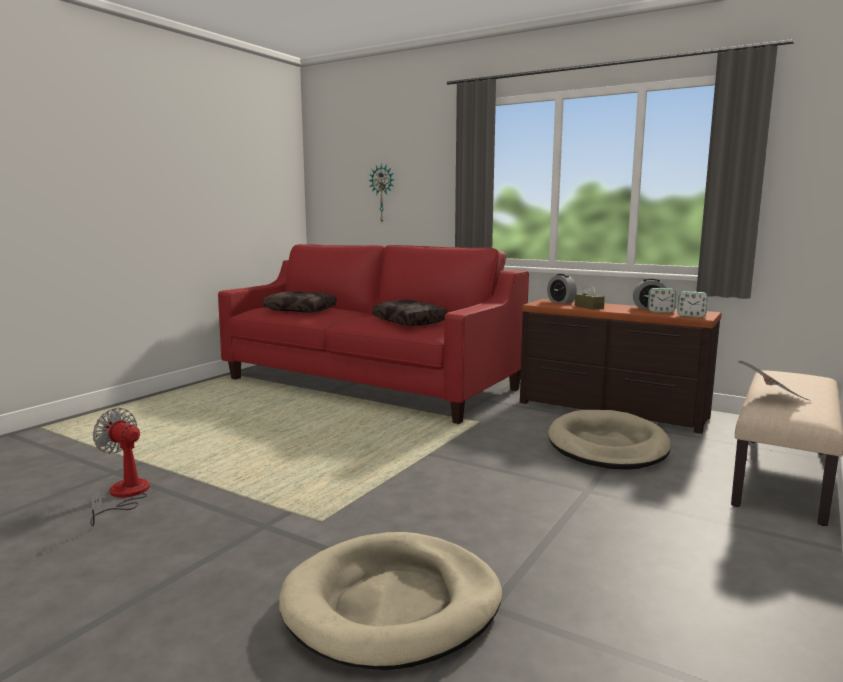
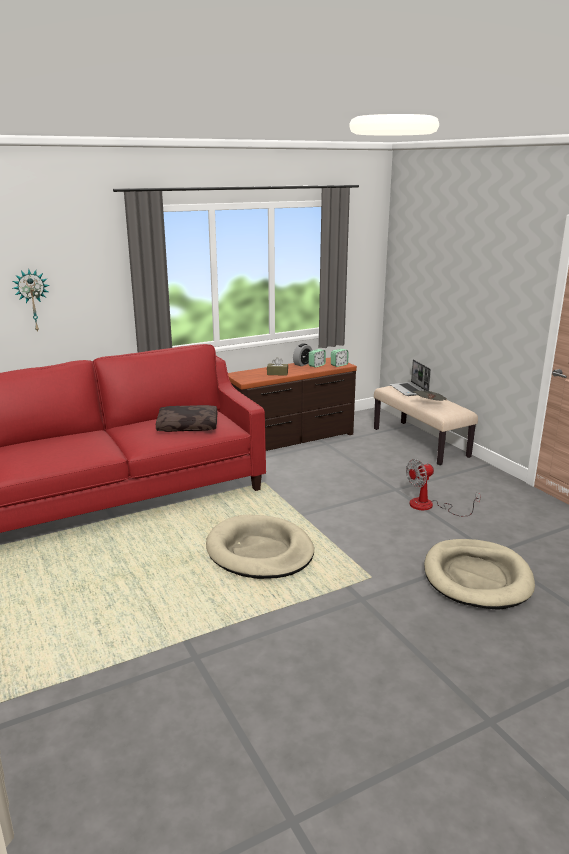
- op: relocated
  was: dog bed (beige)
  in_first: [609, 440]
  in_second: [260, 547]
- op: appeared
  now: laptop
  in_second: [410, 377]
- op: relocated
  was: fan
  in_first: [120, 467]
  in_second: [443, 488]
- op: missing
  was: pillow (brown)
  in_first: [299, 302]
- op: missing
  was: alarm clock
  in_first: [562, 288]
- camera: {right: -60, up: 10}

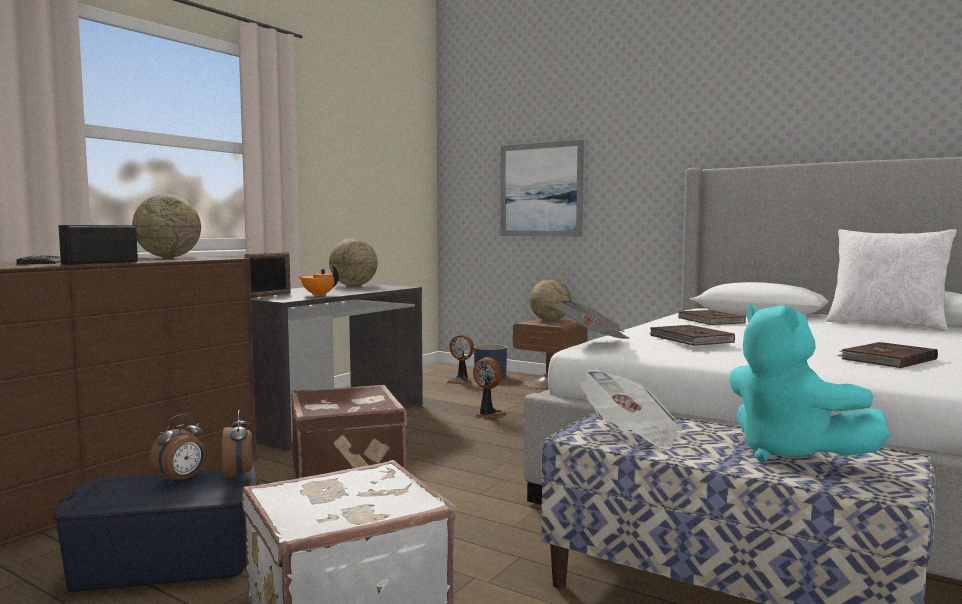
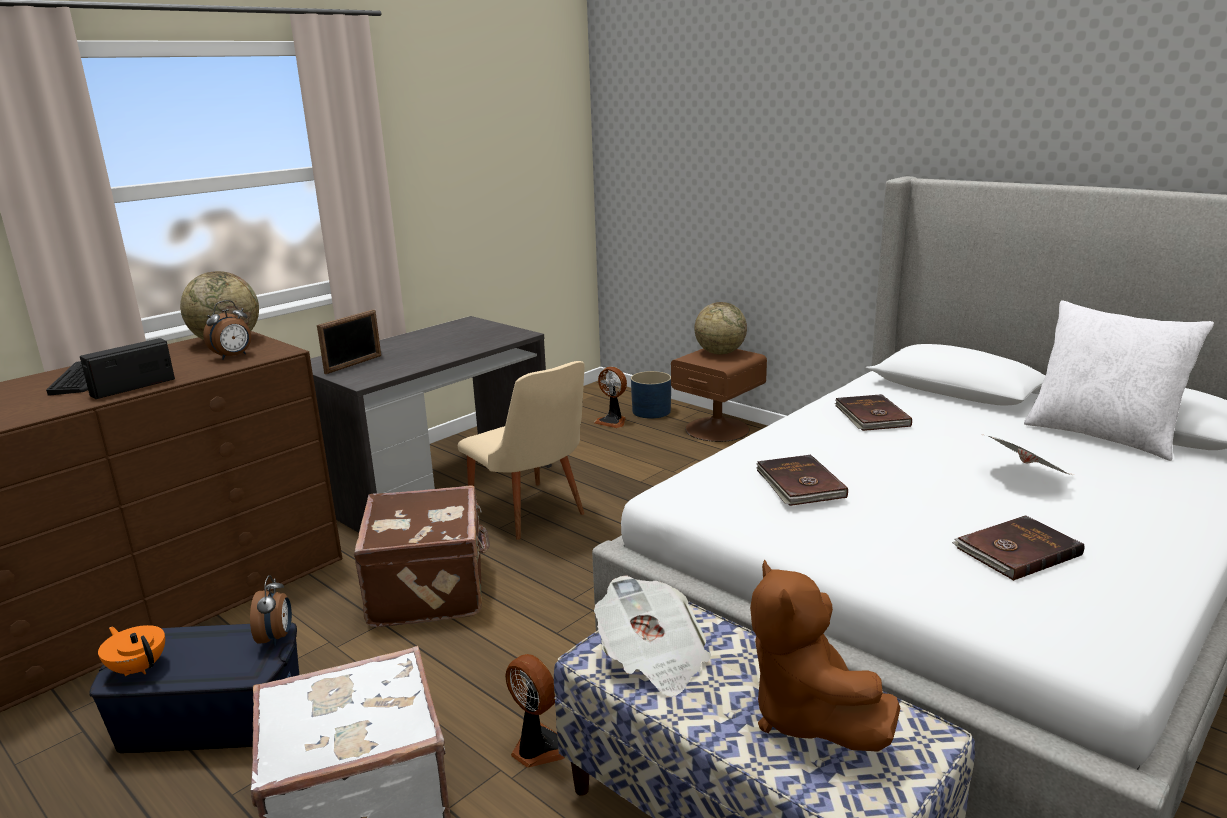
- op: relocated
  was: teapot (orange)
  in_first: [318, 280]
  in_second: [131, 650]
- op: relocated
  was: alarm clock
  in_first: [177, 449]
  in_second: [227, 330]
- op: appeared
  now: chair (beige)
  in_second: [521, 450]
- op: relocated
  was: fan
  in_first: [490, 387]
  in_second: [535, 711]
- op: colour
  was: plush toy (turquoise)
  now: plush toy (brown)
  in_first: [809, 383]
  in_second: [825, 655]
- op: relocated
  was: newspaper
  in_first: [591, 319]
  in_second: [1027, 454]
- op: missing
  was: globe
  in_first: [353, 262]
- op: missing
  was: picture
  in_first: [542, 188]
- camera: {right: 10, up: 15}

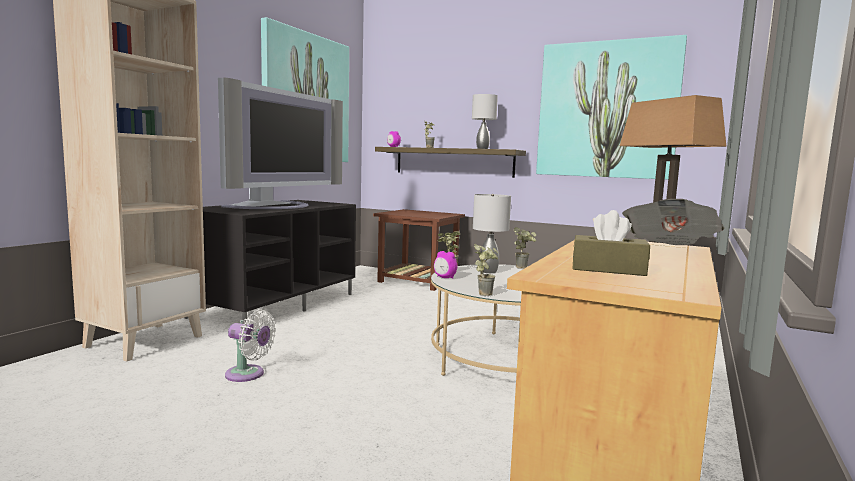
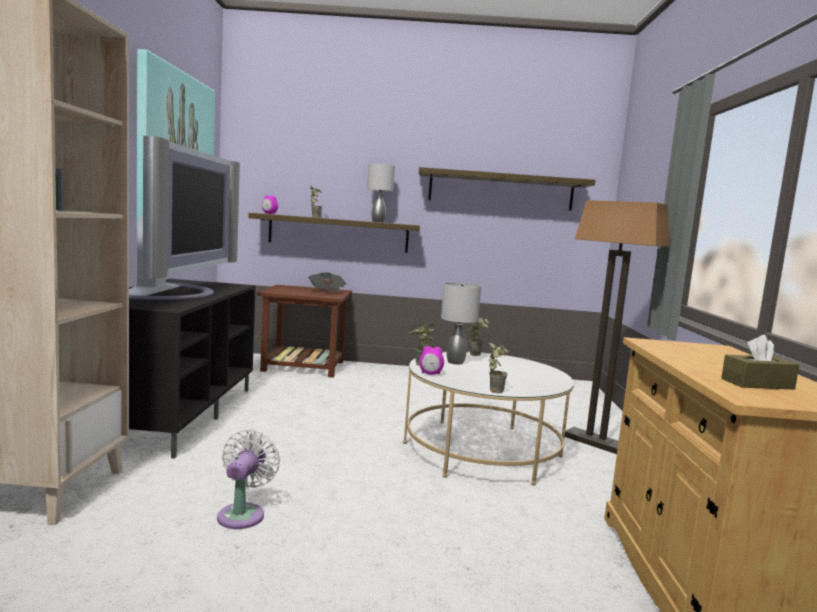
- op: spun
  was: fan (white)
  in_first: [250, 345]
  in_second: [248, 479]
  clockwise: -75
- op: relocated
  was: newspaper
  in_first: [673, 222]
  in_second: [327, 282]
- op: exchanged
  was: picture
  now: shelf
  in_first: [611, 107]
  in_second: [507, 189]
- camera: {right: -25, up: 0}

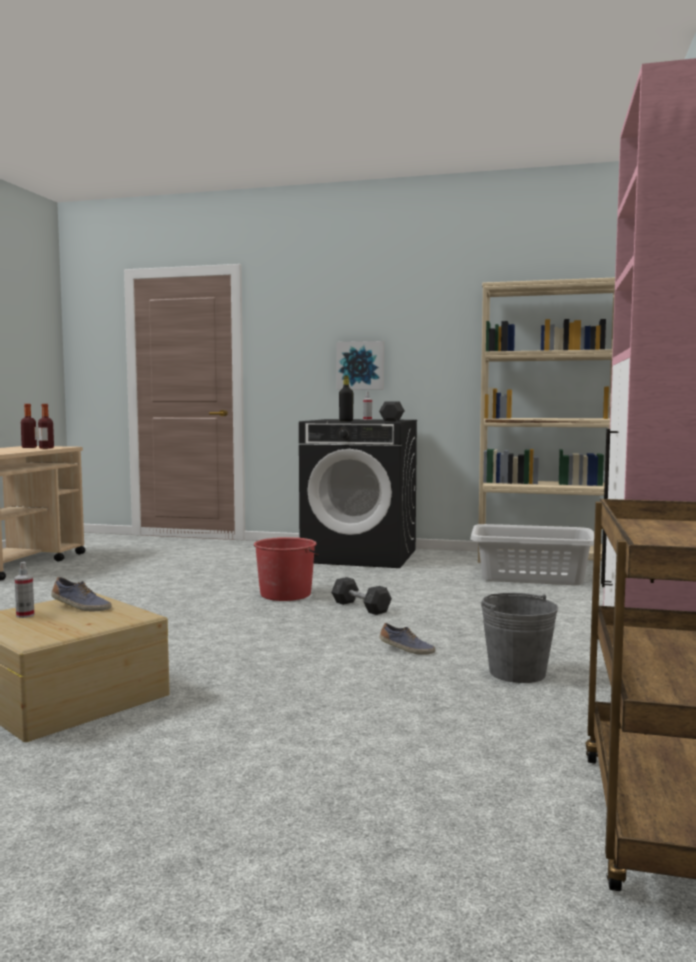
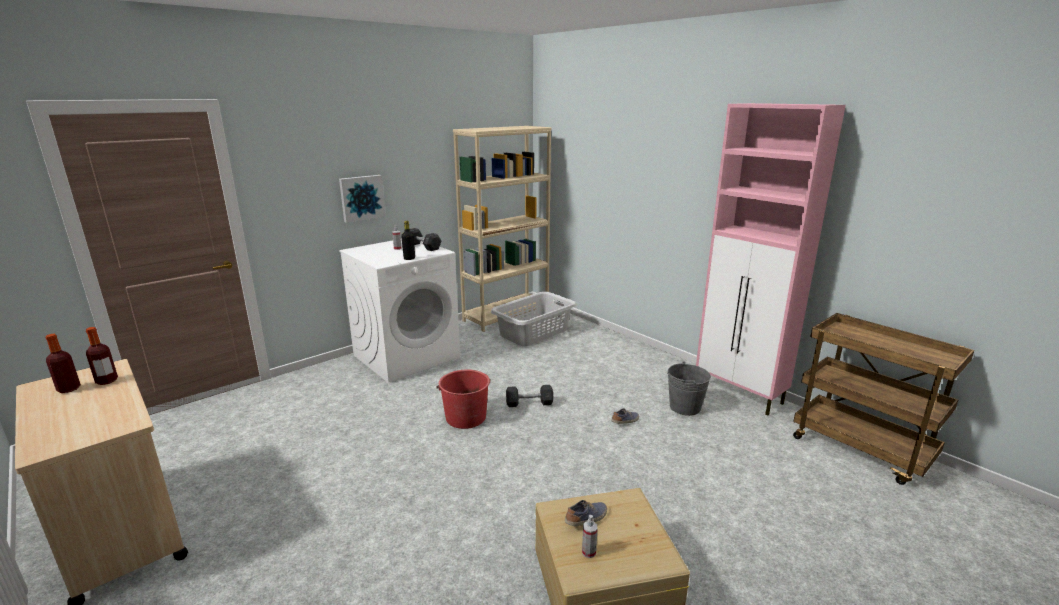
- op: colour
  was: washing machine (black)
  now: washing machine (white)
  in_first: [358, 493]
  in_second: [399, 311]
- camera: {right: -55, up: 15}

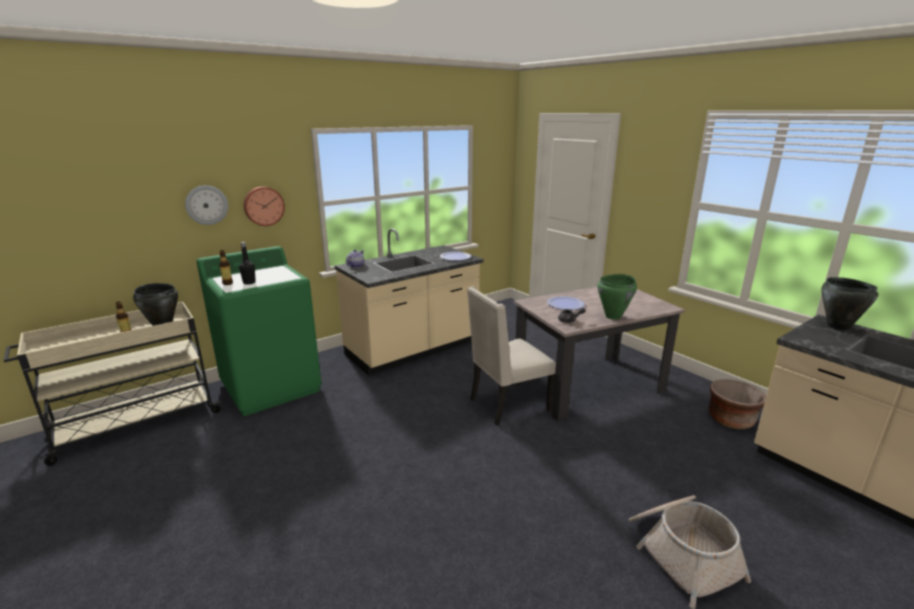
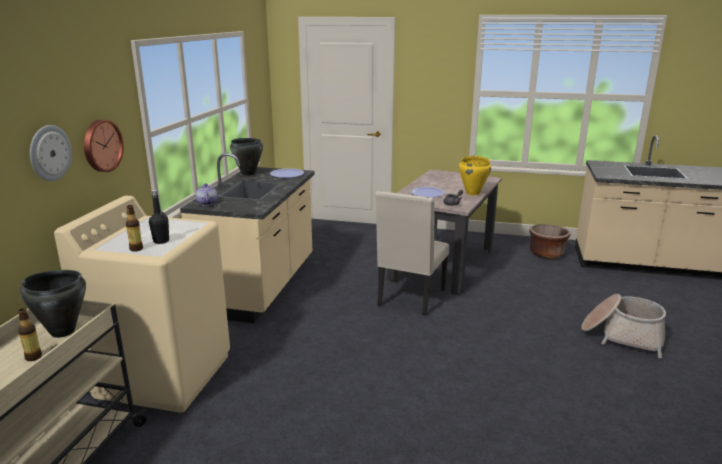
- op: colour
  was: washing machine (green)
  now: washing machine (beige)
  in_first: [258, 331]
  in_second: [142, 304]
- op: relocated
  was: cooking pot (black)
  in_first: [849, 304]
  in_second: [246, 157]
- op: colour
  was: cooking pot (green)
  now: cooking pot (yellow)
  in_first: [617, 297]
  in_second: [475, 175]
- camera: {right: -40, up: 0}

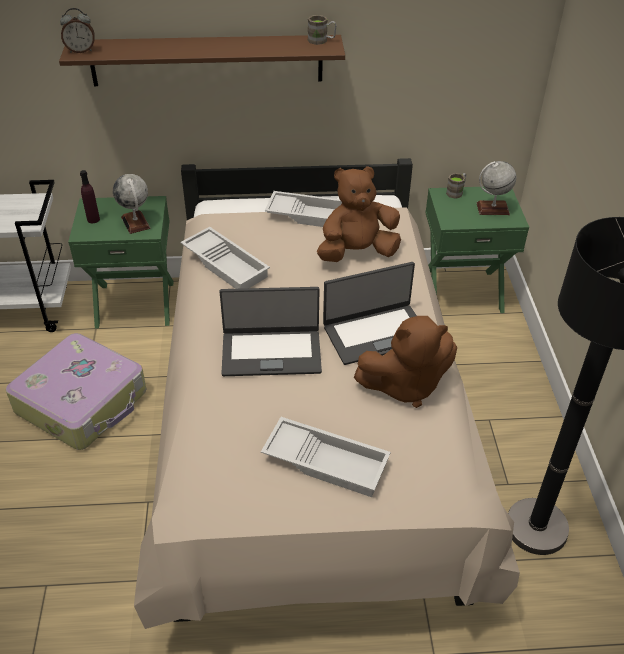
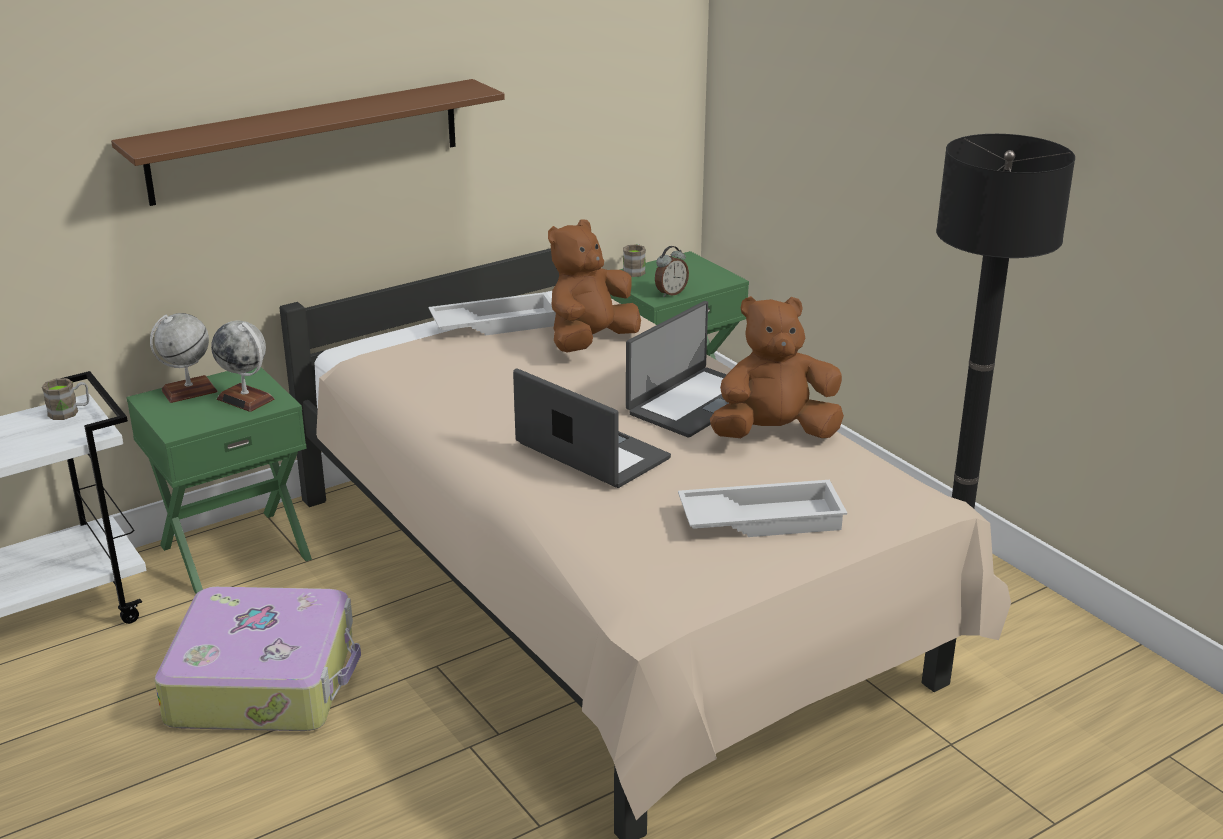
- op: relocated
  was: mug (brown)
  in_first: [322, 30]
  in_second: [65, 399]
- op: relocated
  was: globe
  in_first: [496, 188]
  in_second: [184, 358]
- op: spun
  was: laptop
  in_first: [271, 331]
  in_second: [592, 428]
  clockwise: -105
- op: relocated
  was: alarm clock
  in_first: [77, 30]
  in_second: [672, 271]
- op: spun
  was: plush toy (brown)
  in_first: [405, 362]
  in_second: [777, 367]
  clockwise: -150
- op: missing
  was: bottle (purple)
  in_first: [90, 196]
- op: missing
  was: tray (white)
  in_first: [225, 258]
- camera: {right: -30, up: -15}

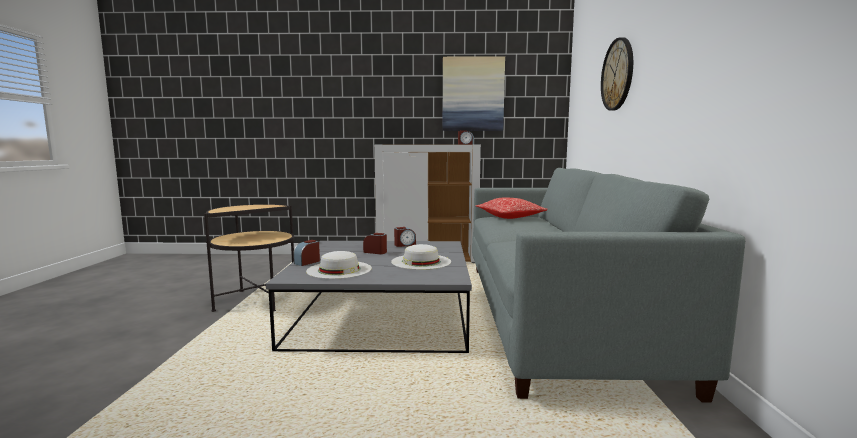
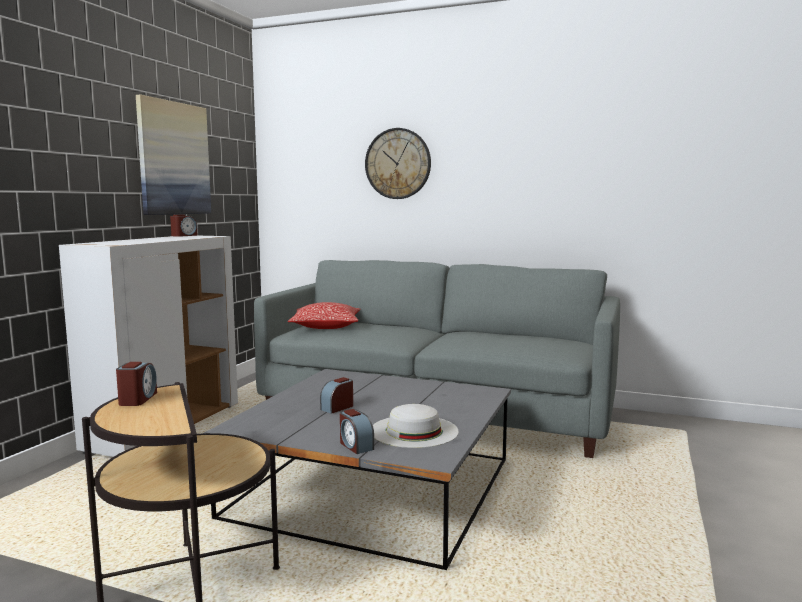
- op: relocated
  was: alarm clock
  in_first: [405, 237]
  in_second: [136, 384]
- op: missing
  was: hat (white)
  in_first: [421, 257]
- camera: {right: -70, up: 0}

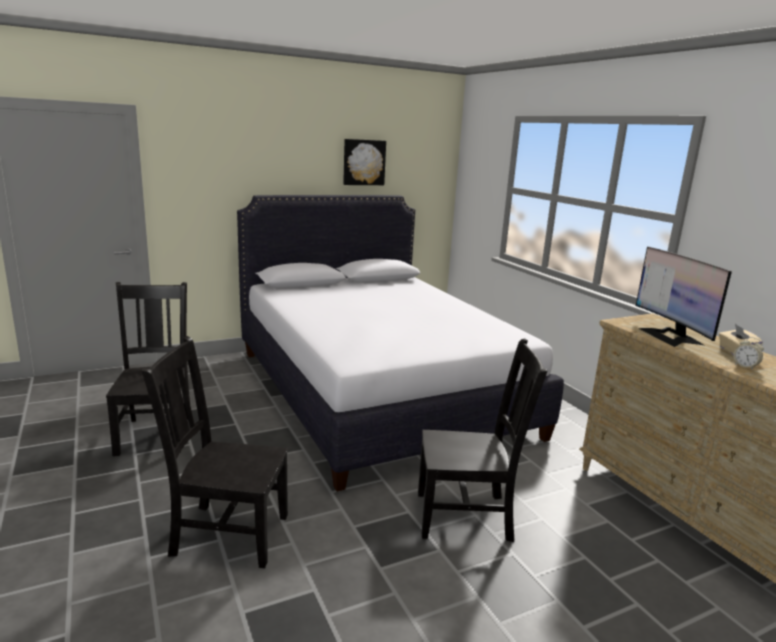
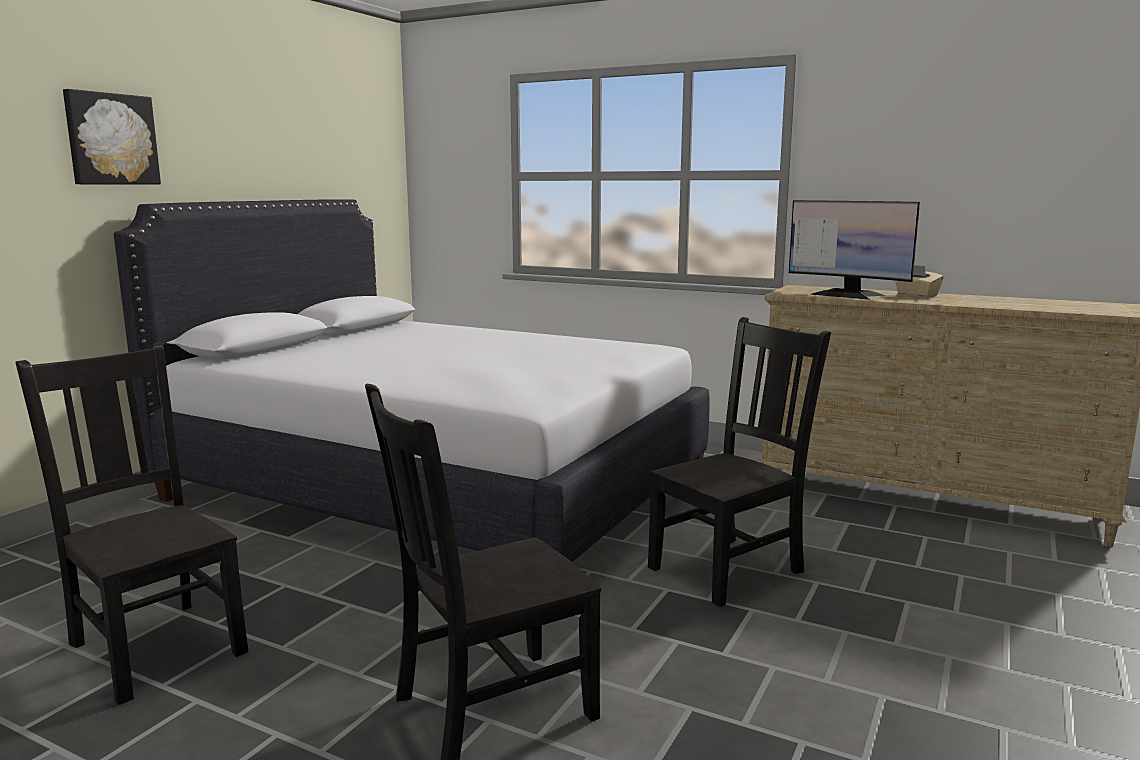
- op: relocated
  was: picture
  in_first: [364, 162]
  in_second: [112, 136]
- op: missing
  was: alarm clock
  in_first: [748, 353]
- camera: {right: -35, up: -5}

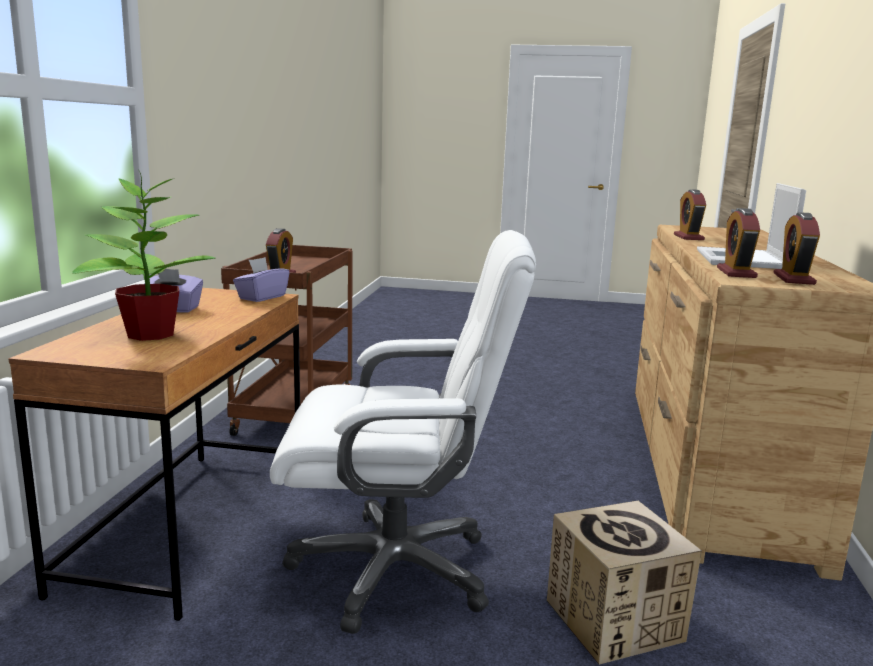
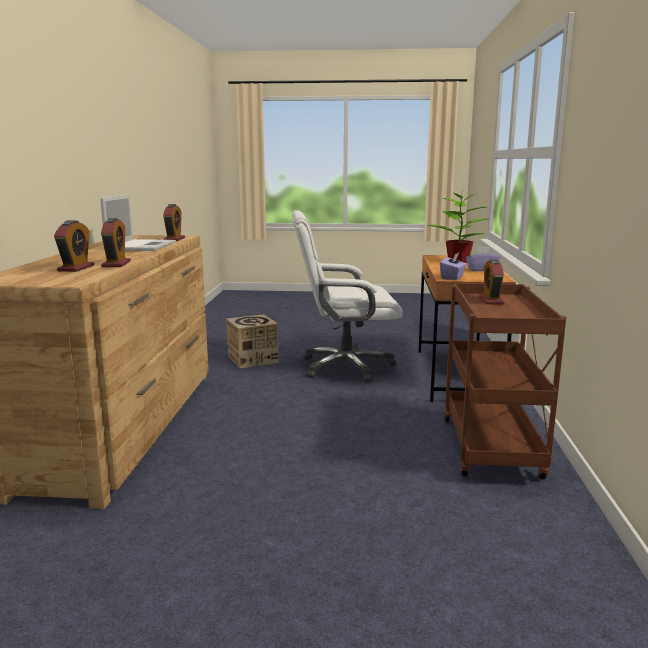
- op: relocated
  was: alarm clock
  in_first: [796, 248]
  in_second: [74, 246]
- camera: {right: 175, up: 0}

